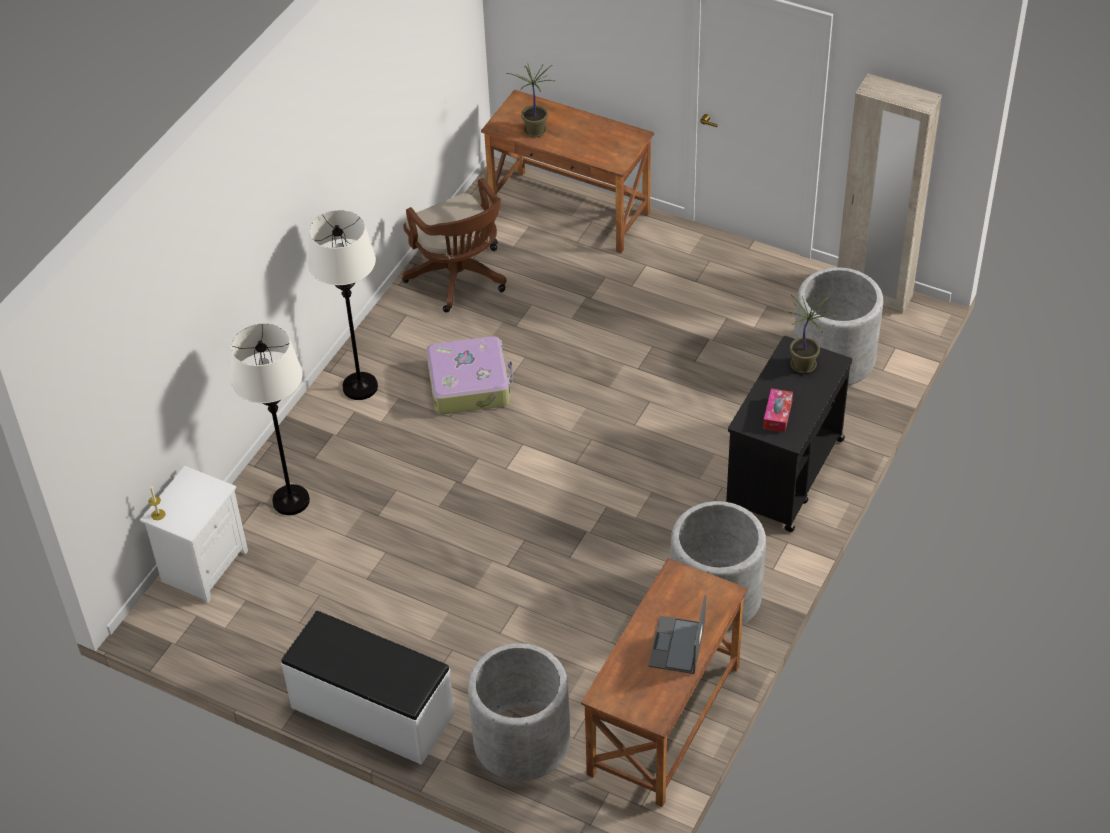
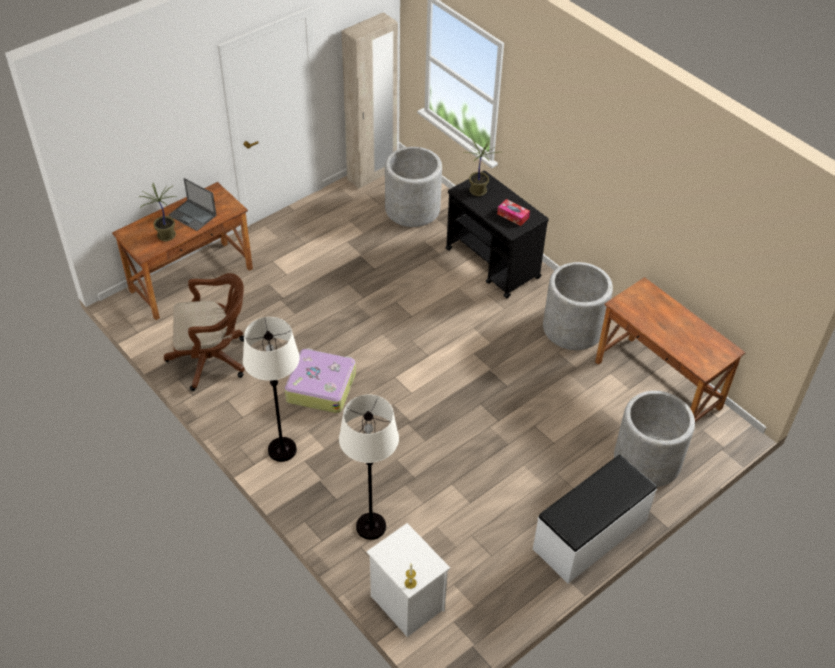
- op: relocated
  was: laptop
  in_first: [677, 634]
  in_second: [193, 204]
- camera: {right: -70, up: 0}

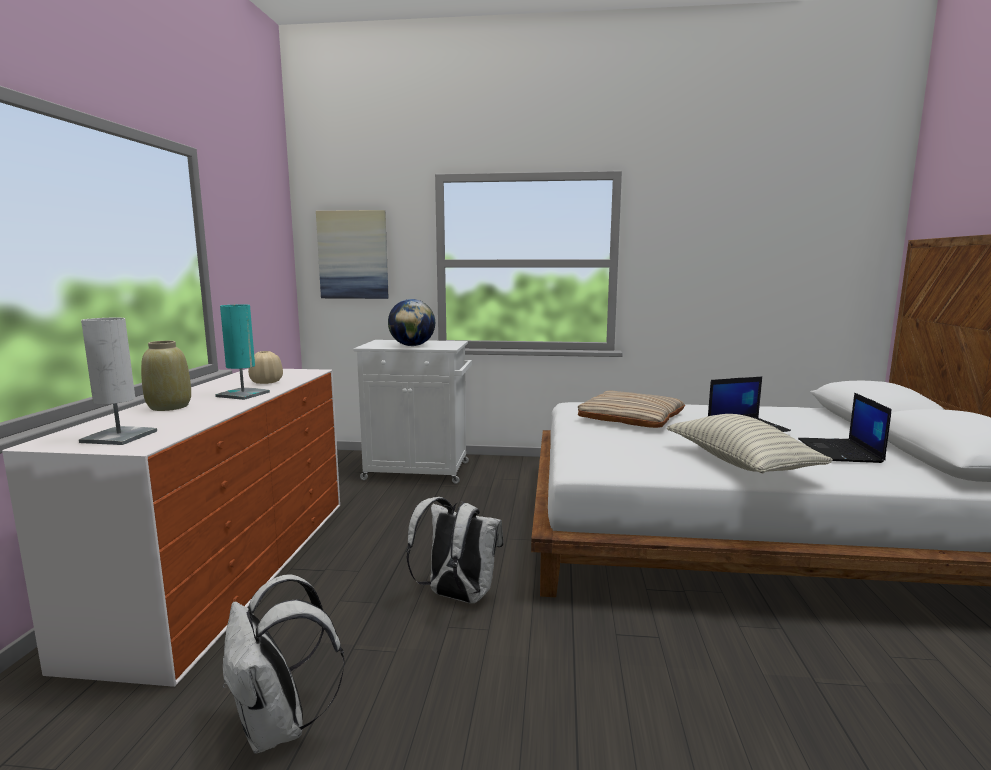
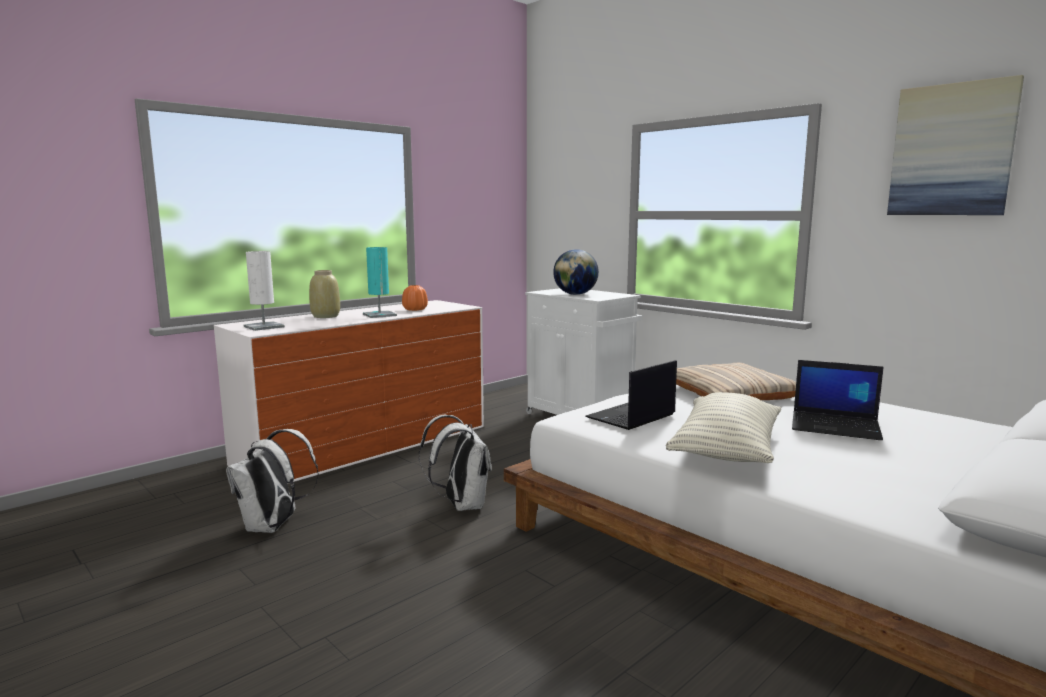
- op: colour
  was: vase (beige)
  now: vase (orange)
  in_first: [265, 367]
  in_second: [415, 298]
- op: relocated
  was: laptop
  in_first: [844, 428]
  in_second: [631, 395]
- op: relocated
  was: picture
  in_first: [352, 254]
  in_second: [955, 145]
- camera: {right: 40, up: 0}

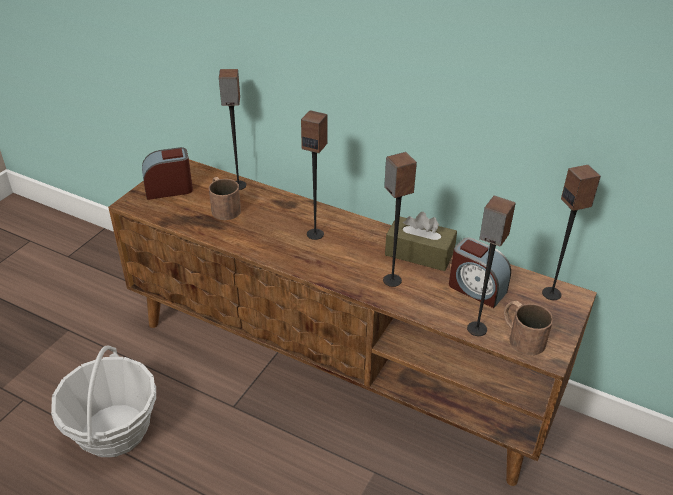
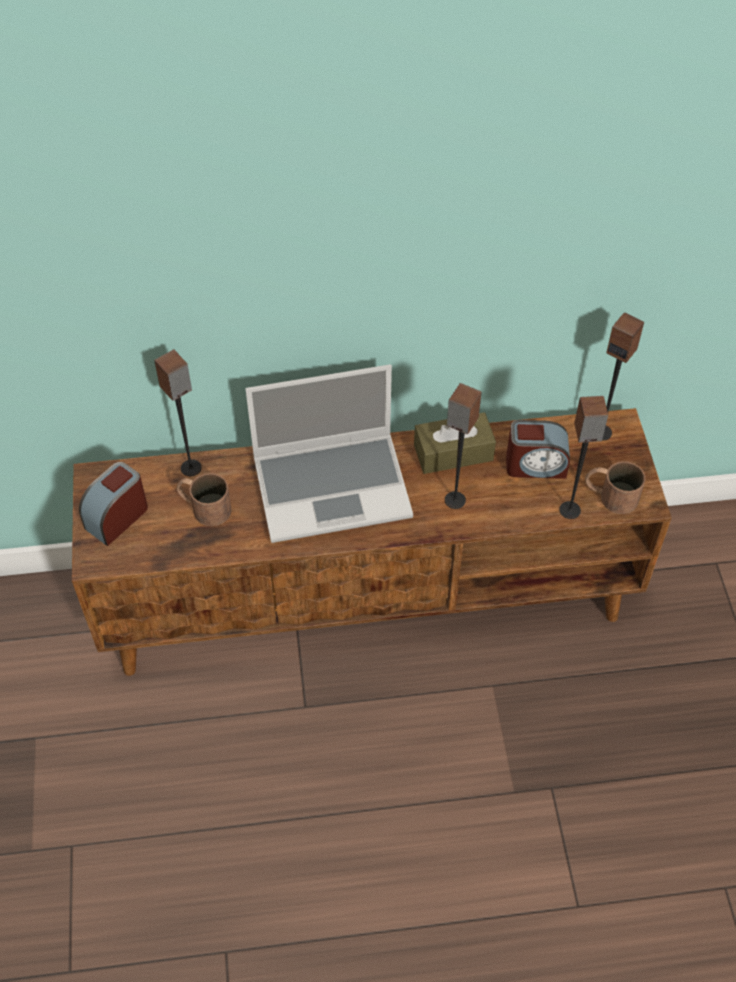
- op: exchanged
  was: speaker
  now: laptop
  in_first: [314, 175]
  in_second: [329, 453]
- op: missing
  was: basket
  in_first: [103, 401]
- camera: {right: -35, up: 15}

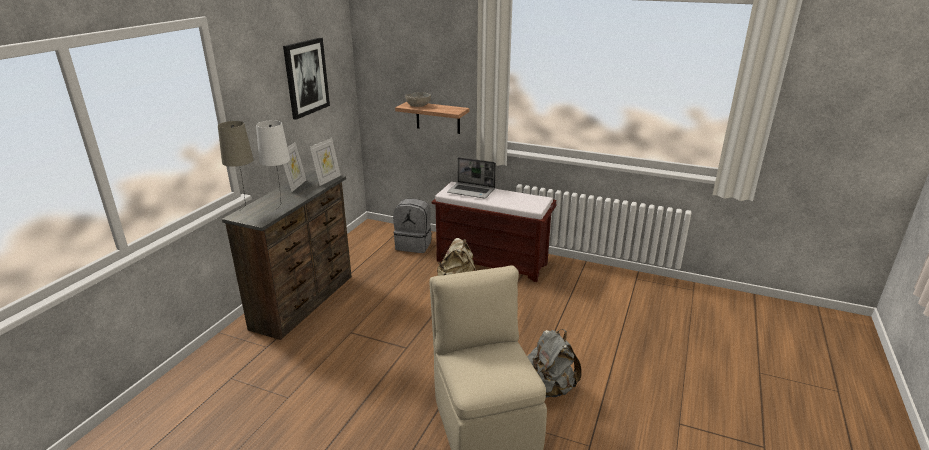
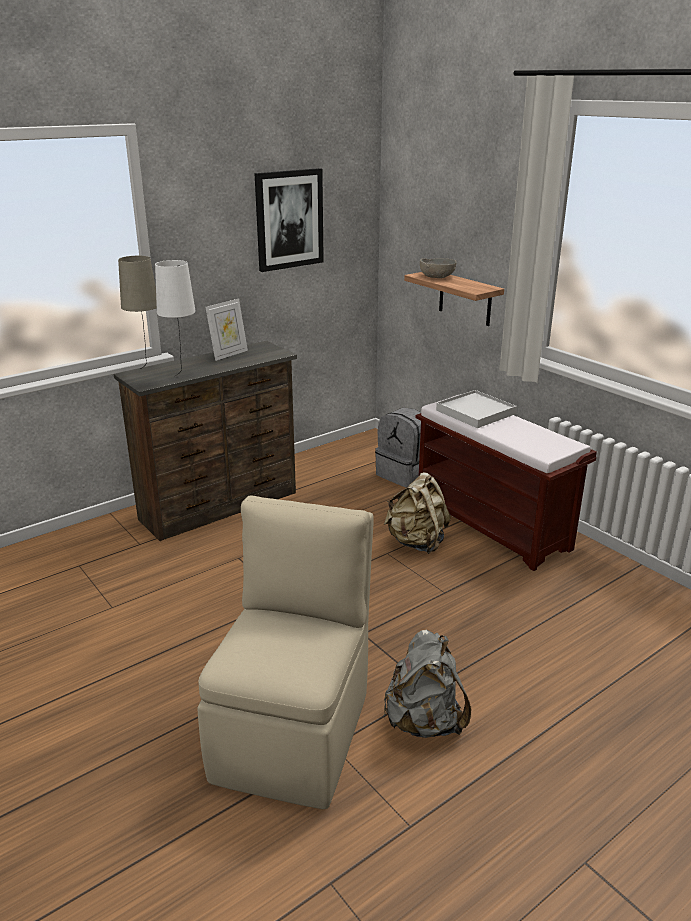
- op: exchanged
  was: laptop
  now: tray (white)
  in_first: [471, 177]
  in_second: [476, 409]
- op: missing
  was: picture frame
  in_first: [325, 162]
- camera: {right: 30, up: 0}

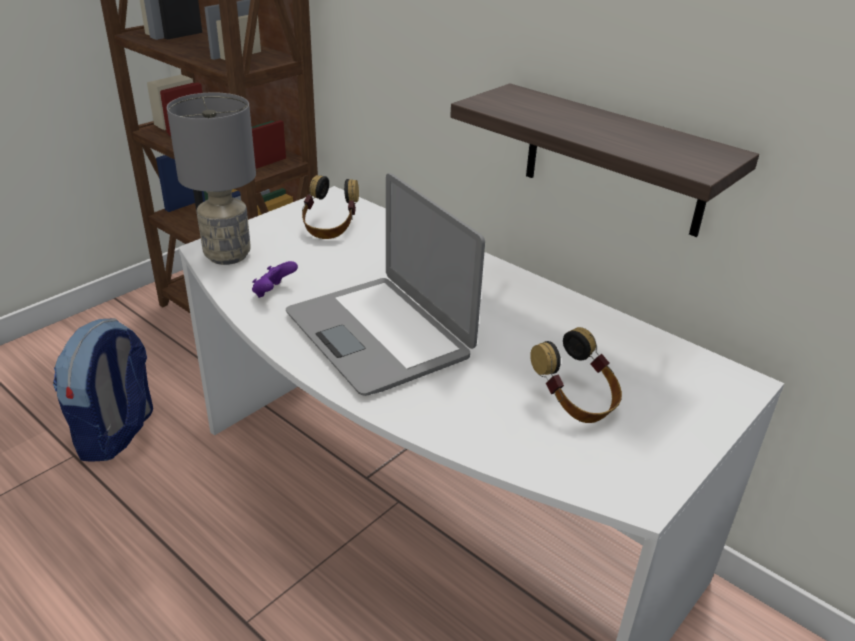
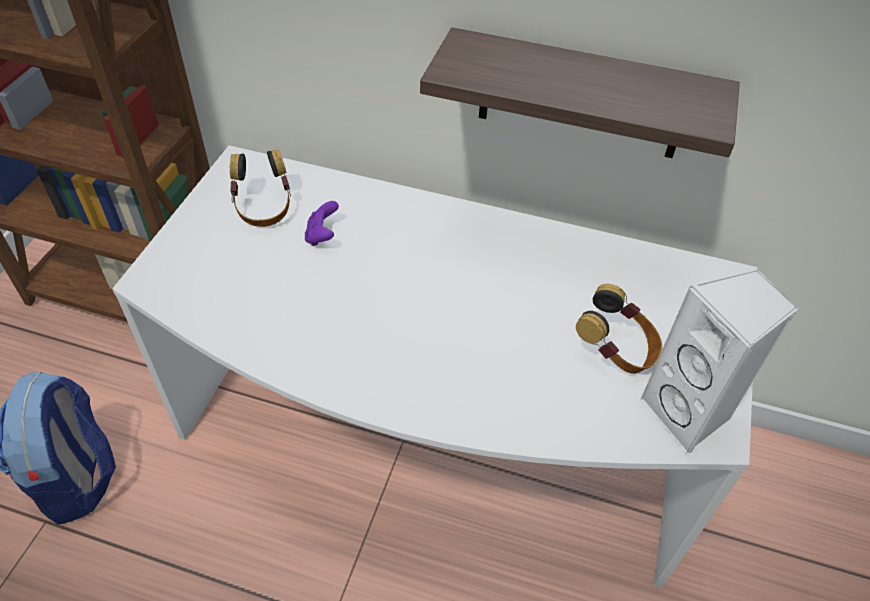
- op: relocated
  was: game controller (purple)
  in_first: [275, 279]
  in_second: [322, 223]
- op: appeared
  now: speaker (white)
  in_second: [719, 363]
- op: missing
  was: table lamp (grey)
  in_first: [211, 178]
- op: missing
  was: laptop
  in_first: [385, 284]
- camera: {right: -25, up: 15}

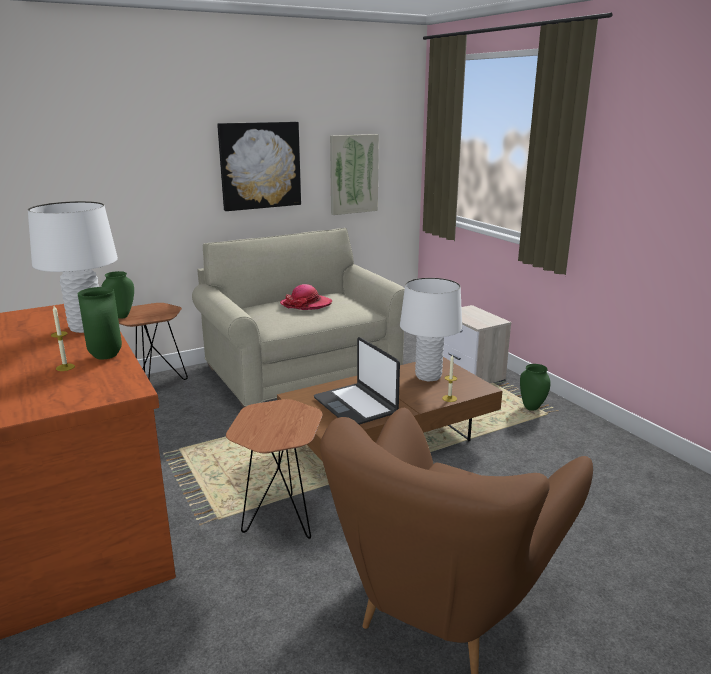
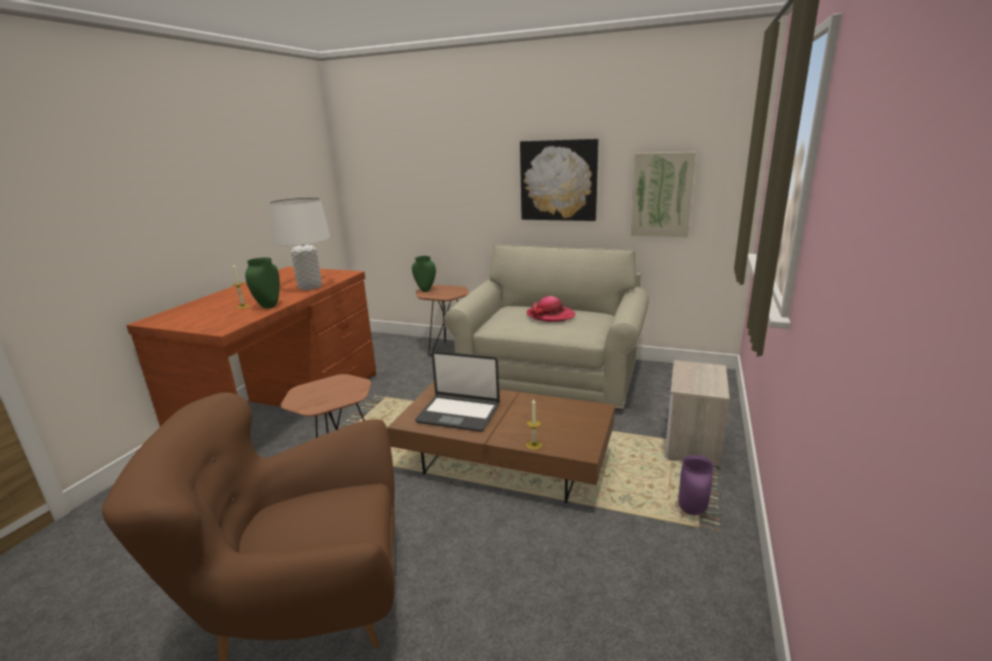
- op: spun
  was: laptop
  in_first: [357, 381]
  in_second: [457, 391]
  clockwise: -90
- op: colour
  was: vase (green)
  now: vase (purple)
  in_first: [535, 387]
  in_second: [695, 485]
- op: missing
  was: table lamp (white)
  in_first: [431, 329]
- camera: {right: 50, up: 0}

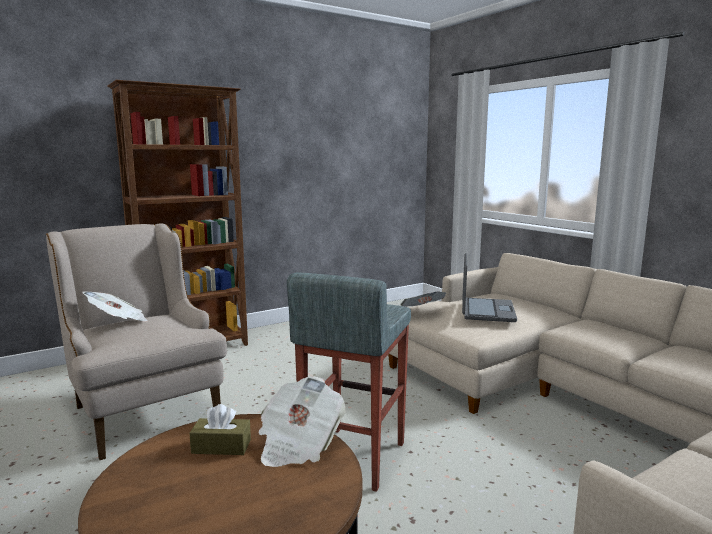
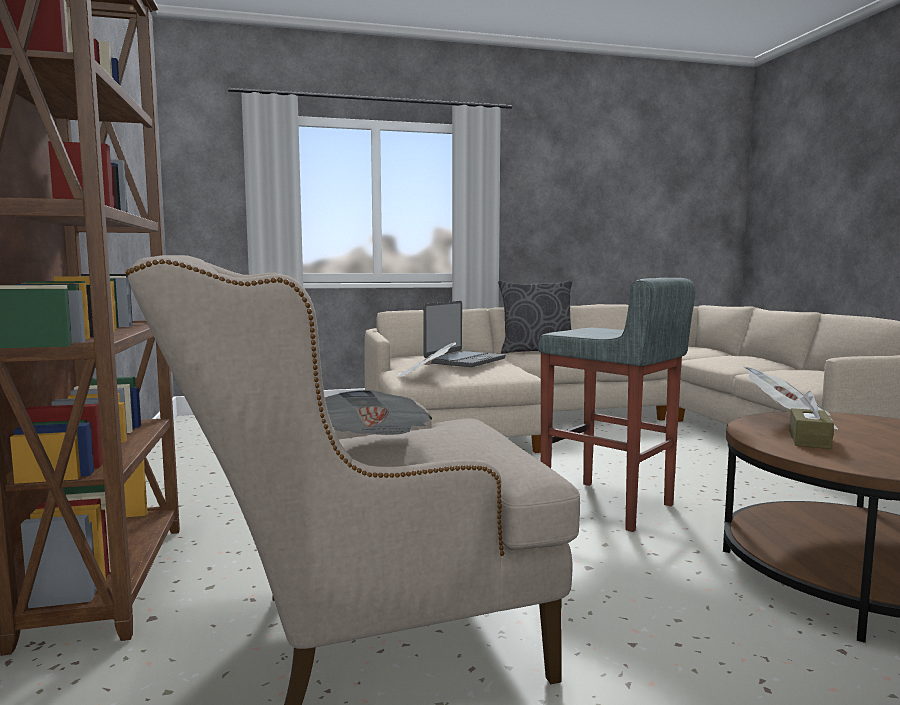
- op: spun
  was: laptop
  in_first: [489, 287]
  in_second: [464, 334]
  clockwise: 90
- op: appeared
  now: pillow (grey)
  in_second: [535, 317]
- camera: {right: -70, up: -5}

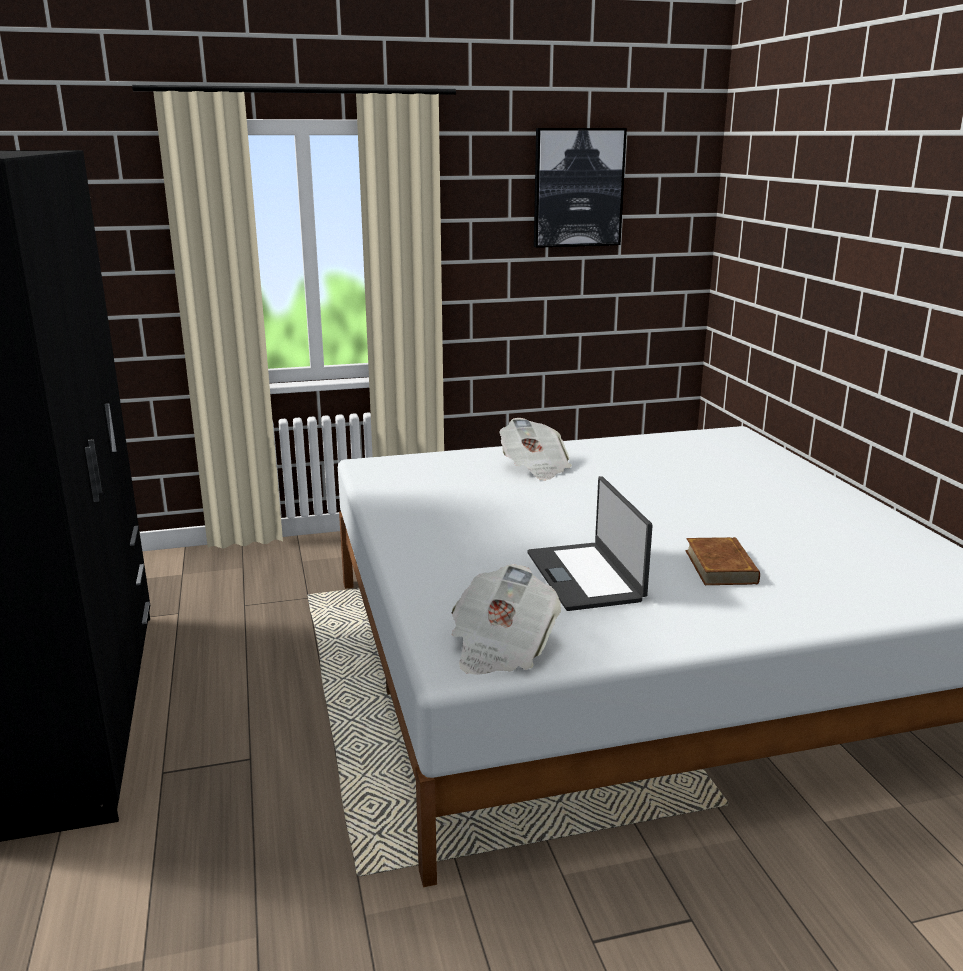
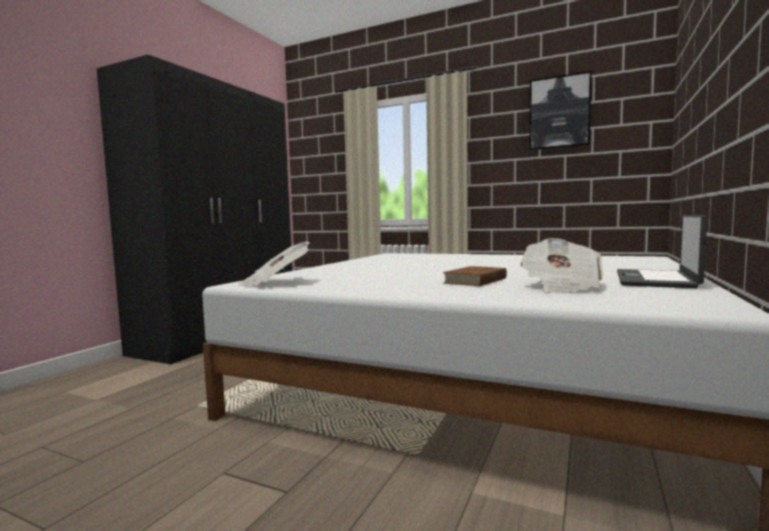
- op: relocated
  was: newspaper
  in_first: [535, 449]
  in_second: [562, 266]
- op: relocated
  was: laptop
  in_first: [590, 543]
  in_second: [662, 251]
- camera: {right: 40, up: -15}

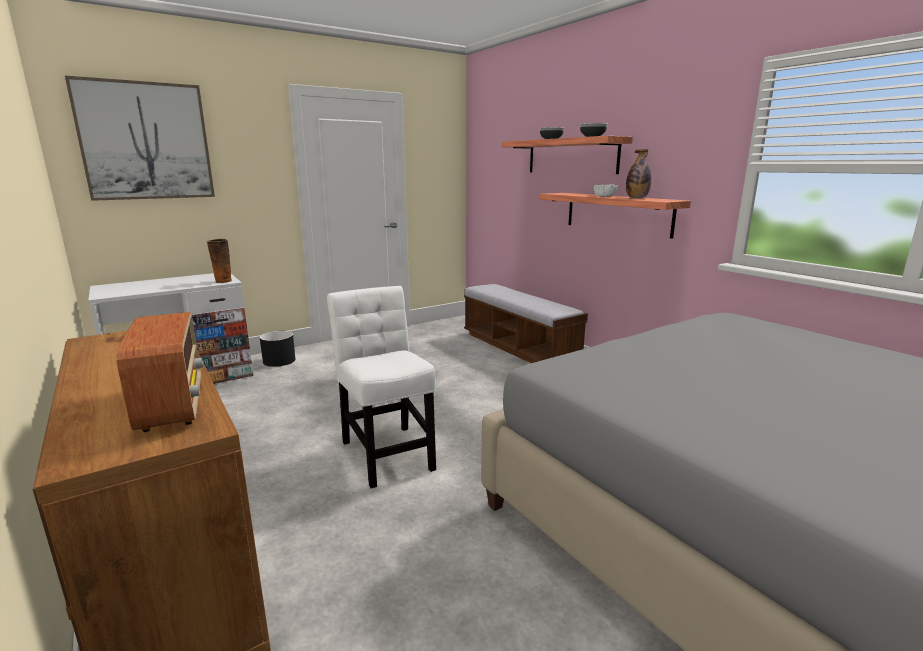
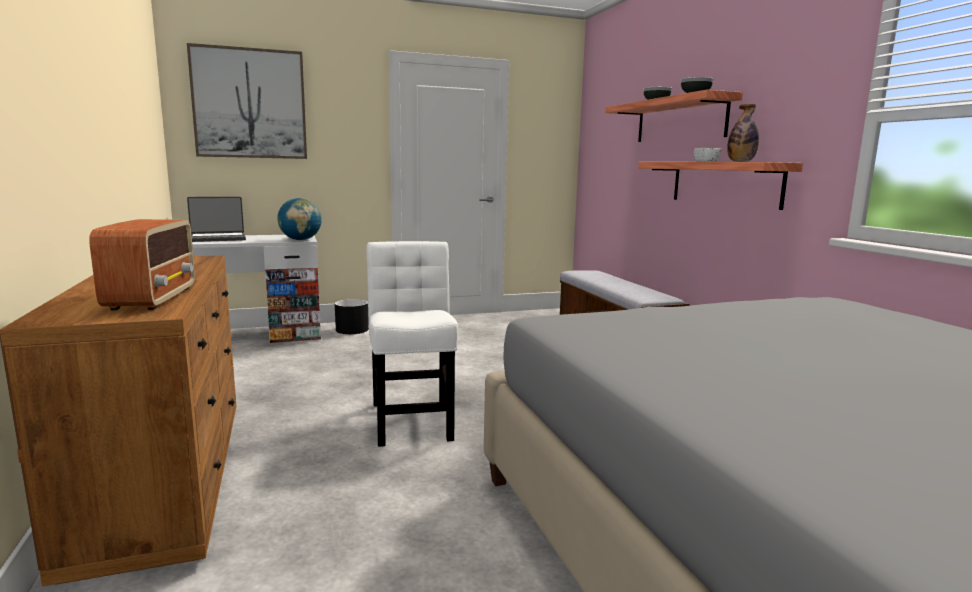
- op: appeared
  now: laptop
  in_second: [216, 219]
- op: exchanged
  was: vase
  now: globe
  in_first: [219, 260]
  in_second: [299, 219]
- camera: {right: 15, up: -5}

